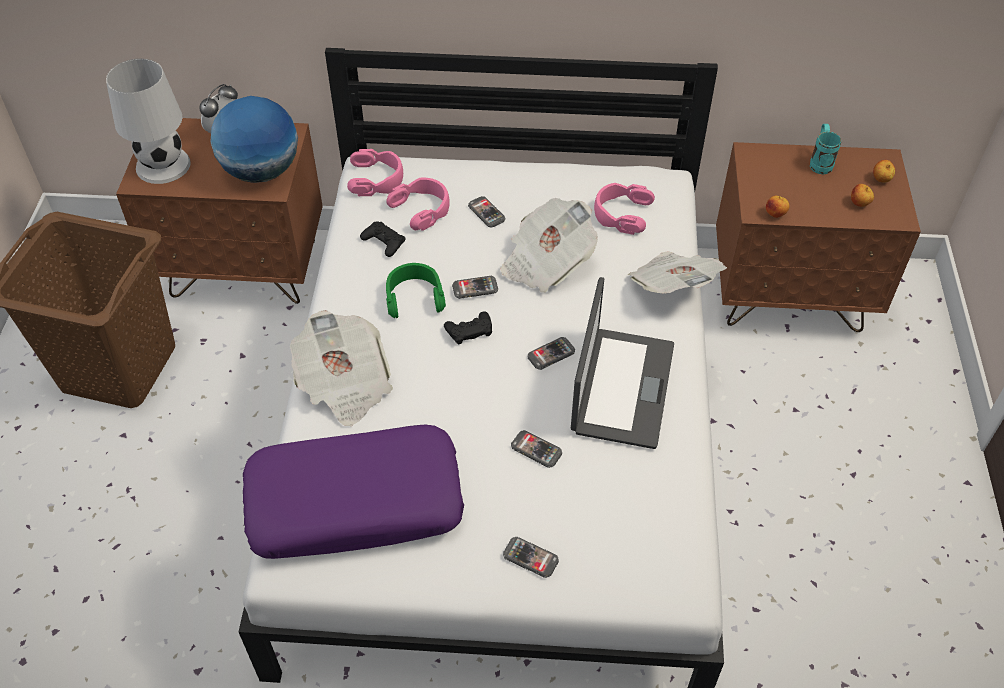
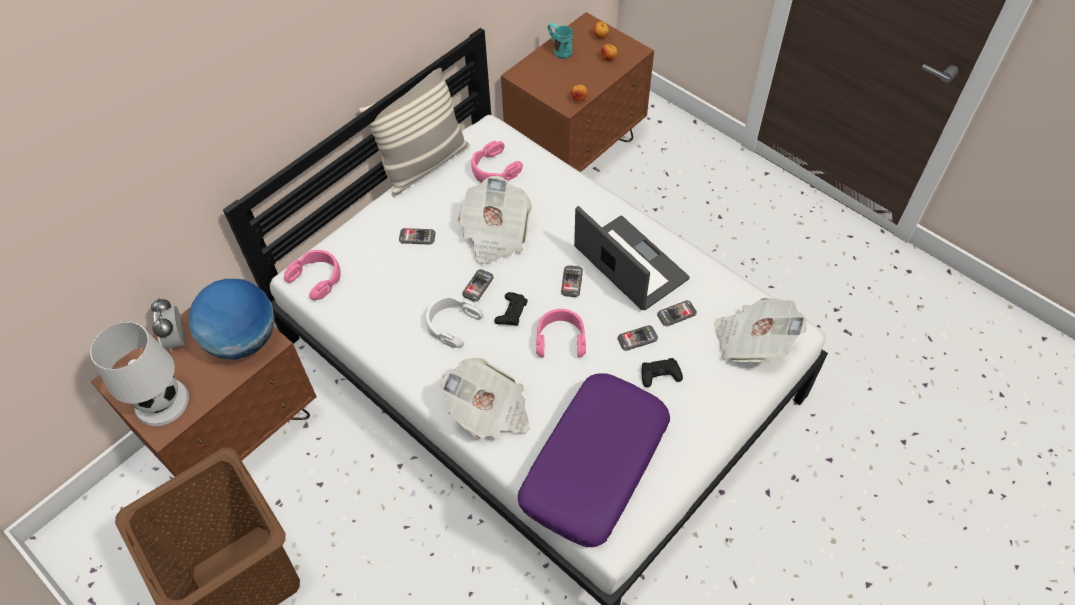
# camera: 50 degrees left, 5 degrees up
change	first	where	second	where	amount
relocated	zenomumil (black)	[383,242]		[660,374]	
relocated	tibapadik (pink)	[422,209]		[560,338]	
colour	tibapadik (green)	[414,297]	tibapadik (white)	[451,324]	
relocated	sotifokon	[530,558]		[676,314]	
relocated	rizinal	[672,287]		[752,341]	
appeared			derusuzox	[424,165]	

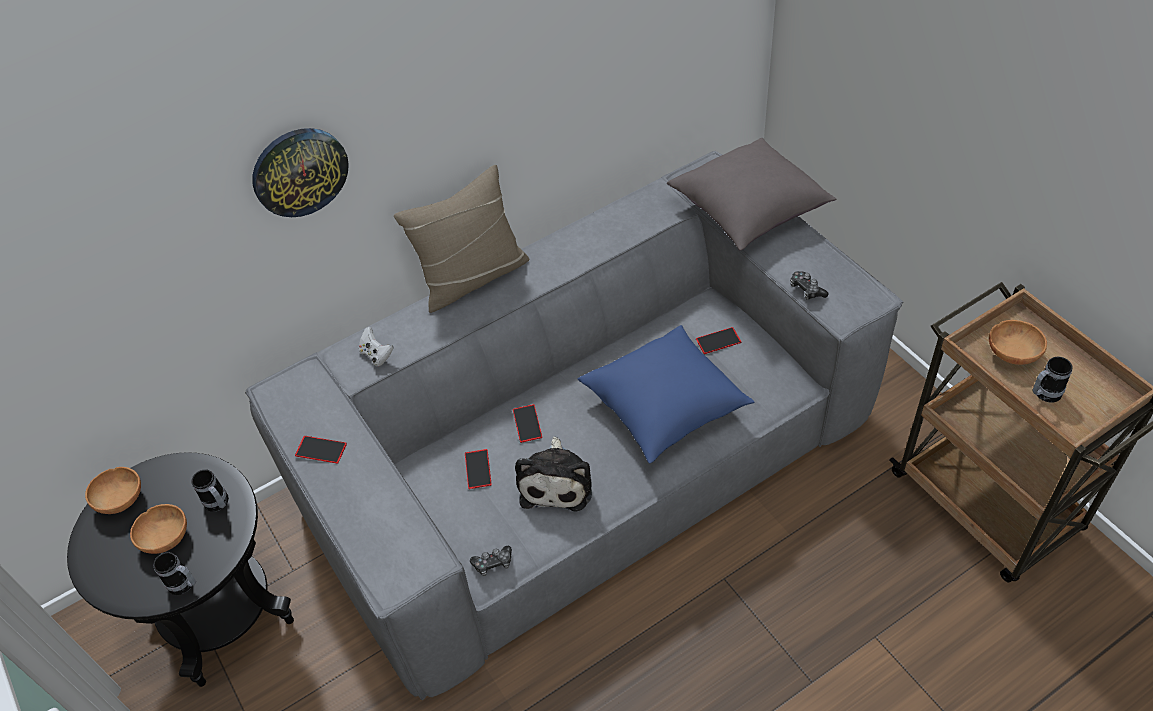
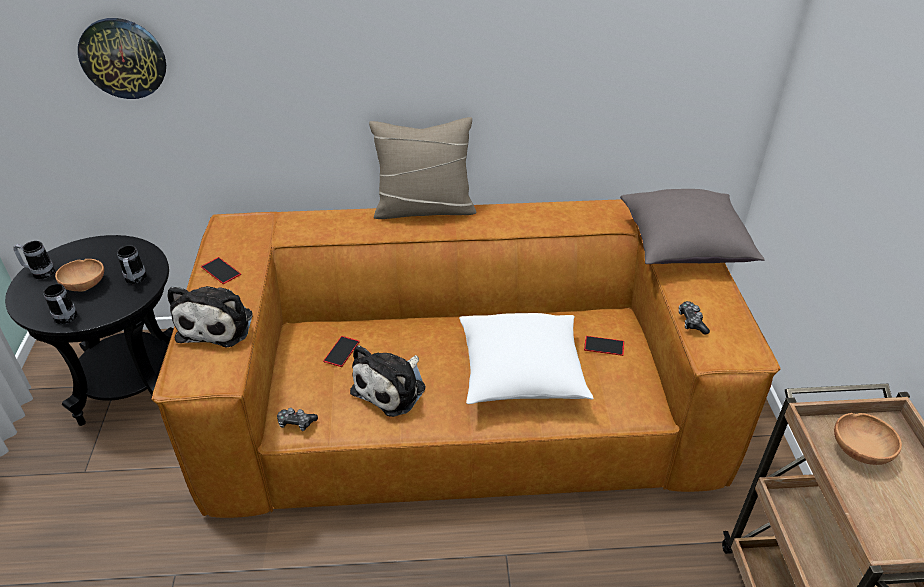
# camera: 25 degrees right, 10 degrees down
change	first	where	second	where	amount
missing	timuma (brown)	[122,499]			
colour	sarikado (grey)	[587,459]	sarikado (brown)	[462,407]	
relocated	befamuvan	[299,171]		[123,58]	
missing	zenomumil (white)	[376,355]			
missing	sotifokon	[527,423]			
colour	derusuzox (blue)	[665,407]	derusuzox (white)	[521,375]	
relocated	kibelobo	[1043,394]		[40,273]	
appeared			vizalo	[218,324]	

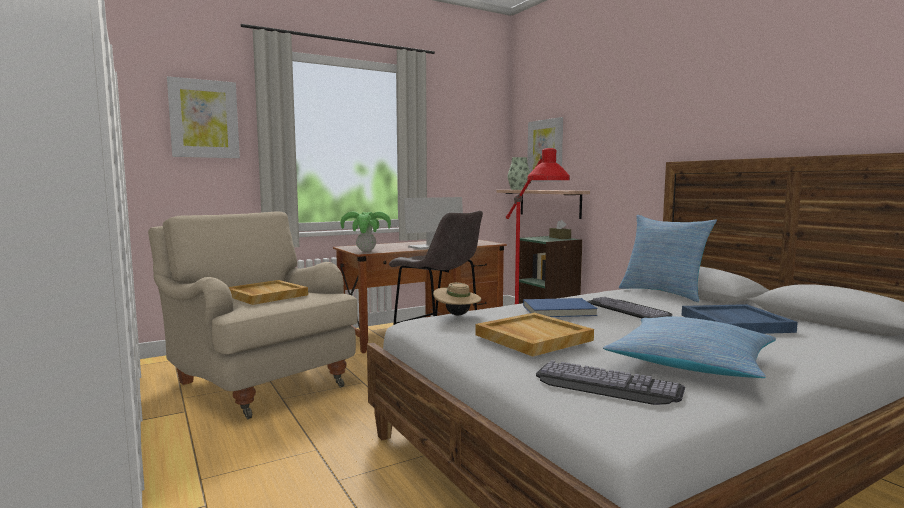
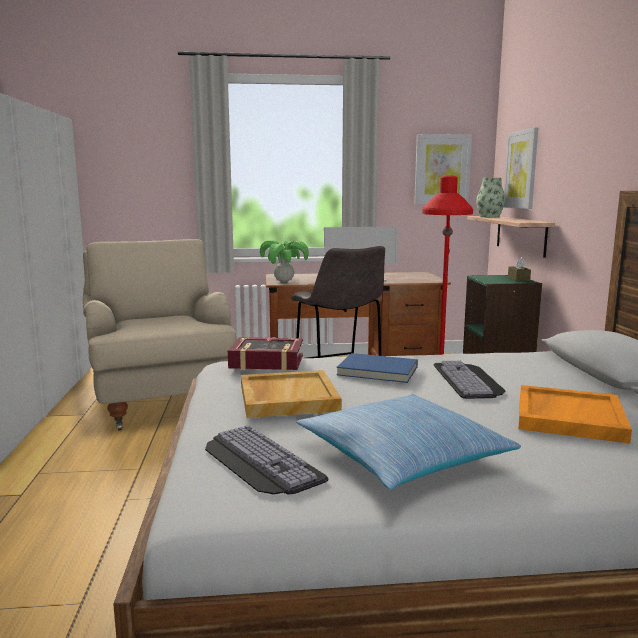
# camera: 25 degrees right, 5 degrees up
change	first	where	second	where	amount
relocated	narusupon	[204,119]		[442,169]	
missing	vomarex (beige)	[265,295]			
exchanged	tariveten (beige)	[457,315]	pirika	[266,362]	
missing	derusuzox	[663,293]			
colour	vomarex (blue)	[734,323]	vomarex (orange)	[568,417]	

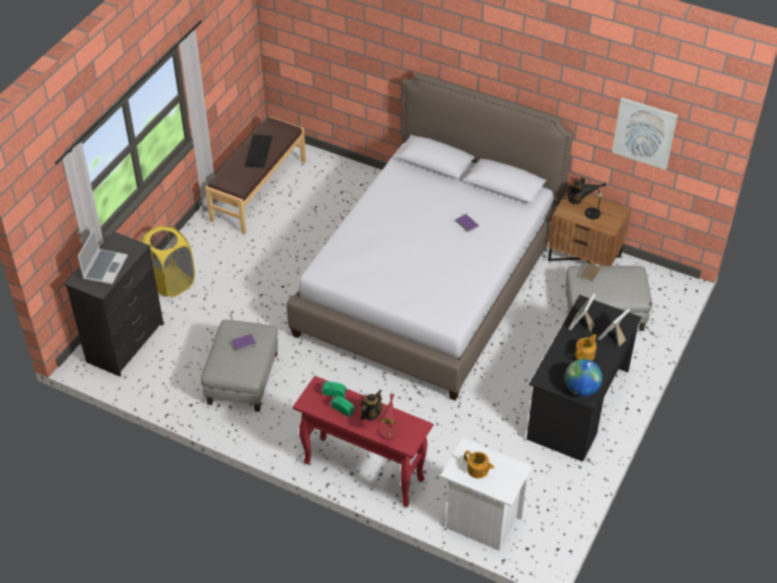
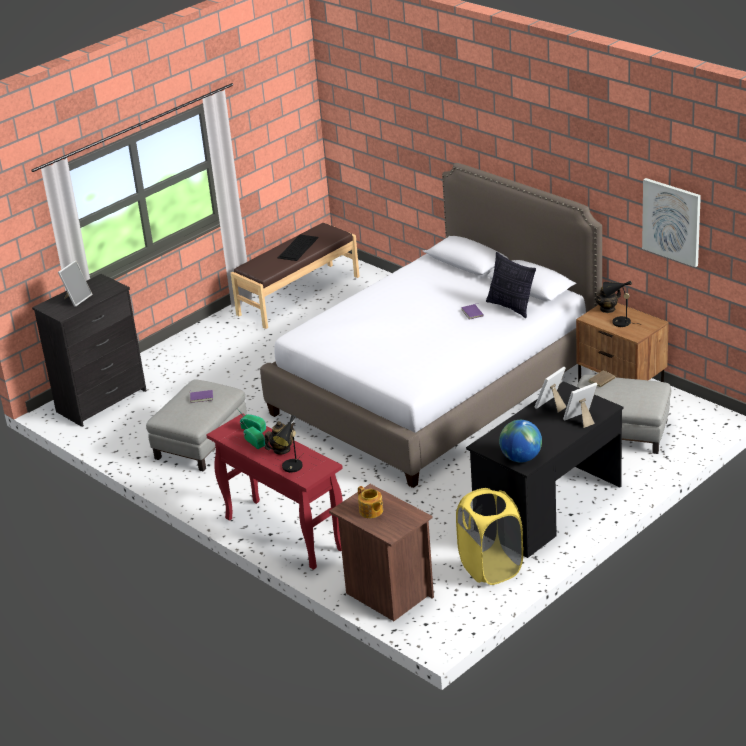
# camera: 20 degrees right, 15 degrees down
change	first	where	second	where	amount
exchanged	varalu	[105,267]	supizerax	[77,299]	
relocated	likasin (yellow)	[171,282]		[491,568]	
colour	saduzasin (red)	[389,434]	saduzasin (black)	[291,468]	
colour	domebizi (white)	[481,522]	domebizi (brown)	[386,594]	
missing	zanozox	[585,354]			
appeared			derusuzox	[511,307]	

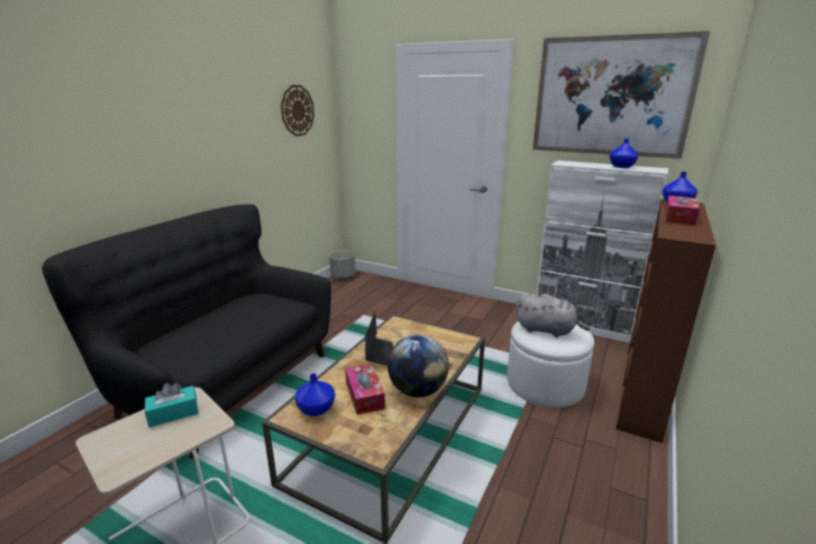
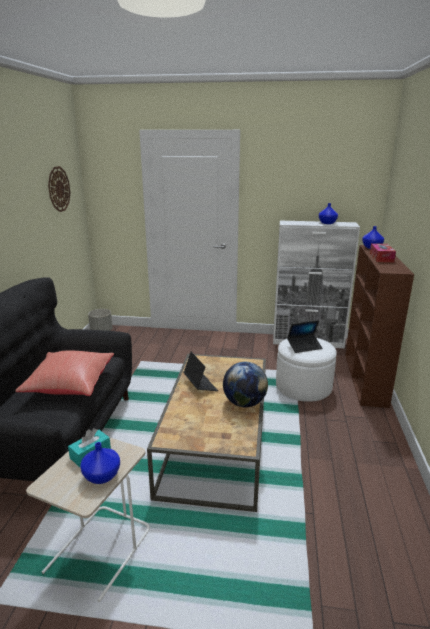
# camera: 20 degrees left, 0 degrees up
change	first	where	second	where	amount
relocated	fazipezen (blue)	[315,408]		[101,476]	
missing	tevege	[364,395]			
exchanged	vizalo (grey)	[547,330]	varalu	[304,346]	
missing	narusupon	[611,97]			
appeared			derusuzox (red)	[69,385]	

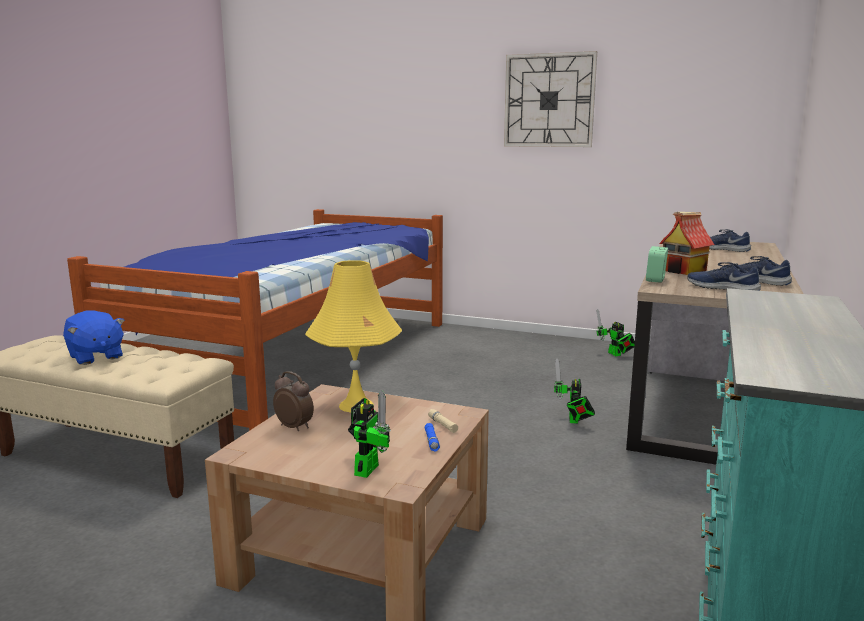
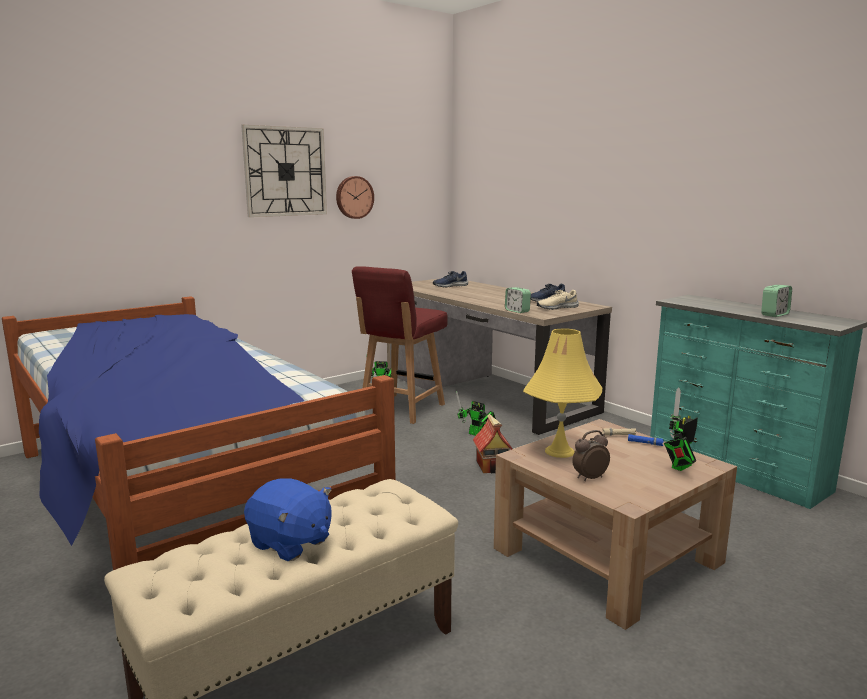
# camera: 60 degrees left, 0 degrees up
change	first	where	second	where	amount
spun	vizalo (blue)	[95,357]		[290,543]	45 degrees clockwise
spun	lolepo	[368,467]		[679,467]	90 degrees counterclockwise
relocated	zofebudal	[684,270]		[492,466]	
colour	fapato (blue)	[722,288]	fapato (beige)	[556,307]	
appeared			befamuvan	[354,197]	
appeared			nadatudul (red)	[401,409]	
appeared			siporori	[774,314]	

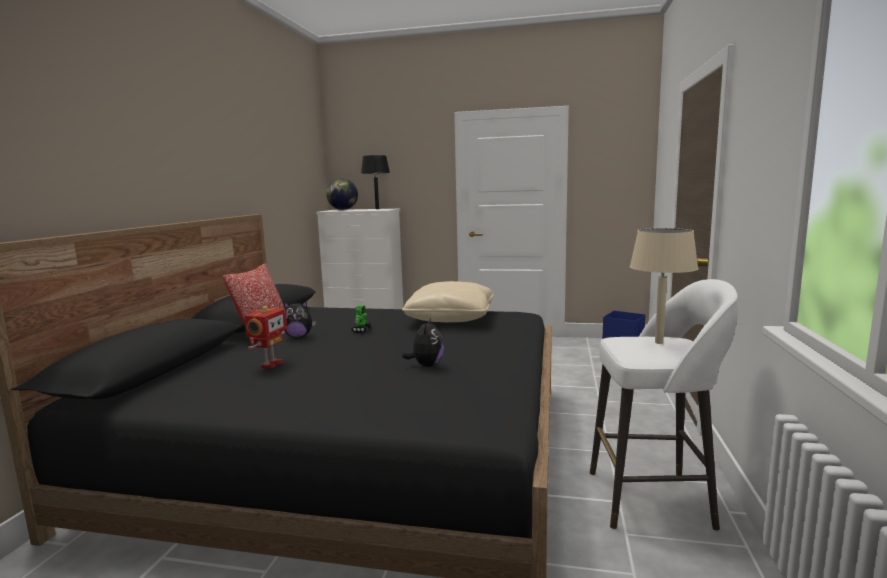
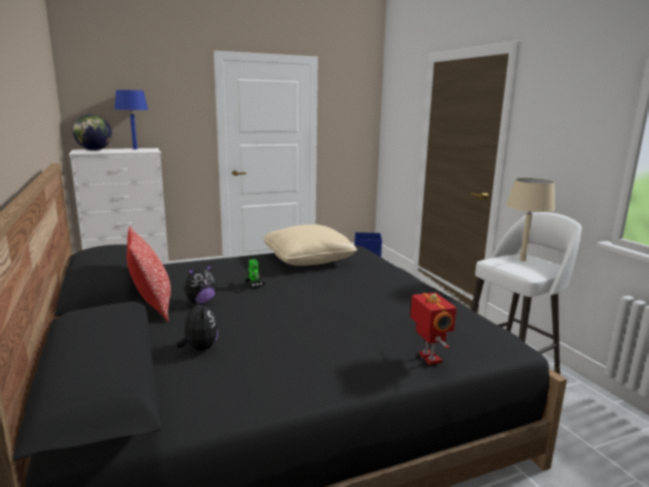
# camera: 35 degrees left, 5 degrees up
change	first	where	second	where	amount
relocated	lolepo	[270,364]		[428,358]	
colour	saduzasin (black)	[377,209]	saduzasin (blue)	[135,149]	
relocated	vizalo	[426,365]		[199,348]	

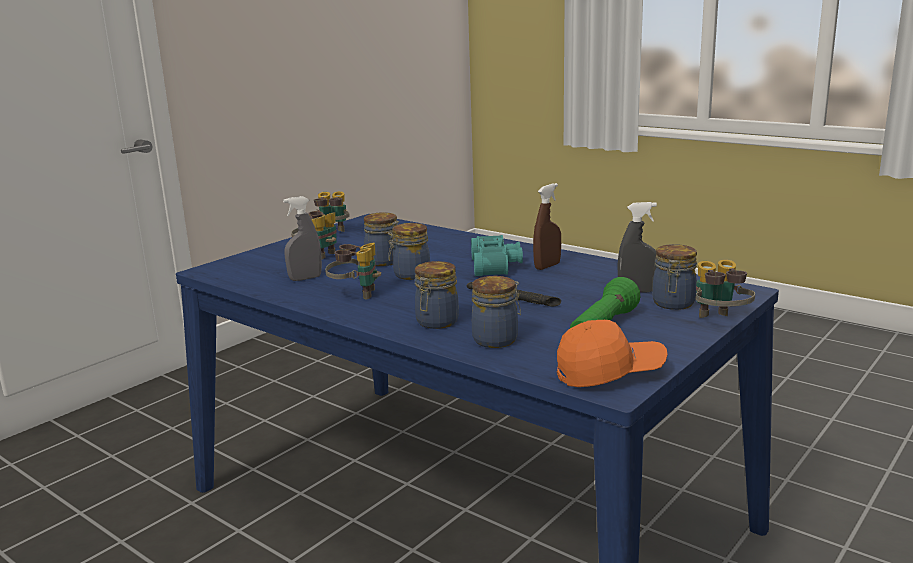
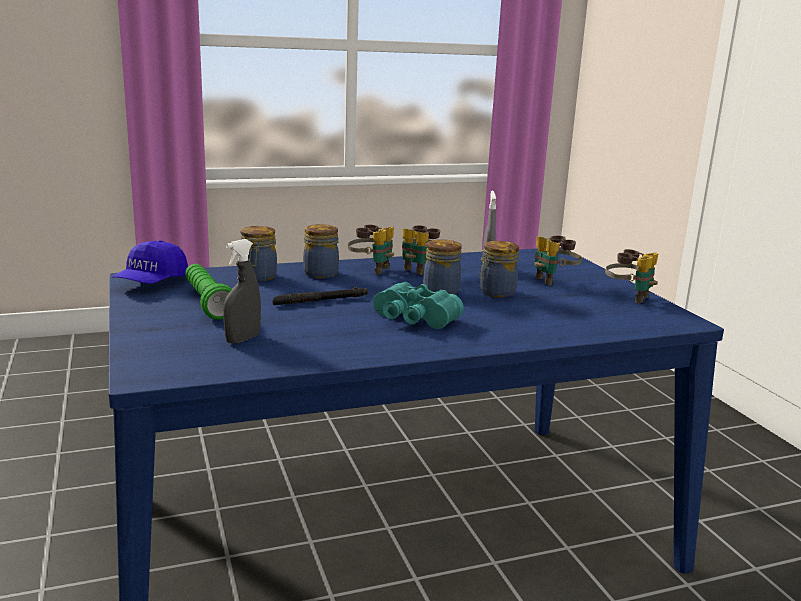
# camera: 120 degrees right, 0 degrees up
change	first	where	second	where	amount
missing	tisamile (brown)	[547,266]			
colour	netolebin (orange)	[609,373]	netolebin (blue)	[152,283]	
missing	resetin	[673,304]			
relocated	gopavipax	[719,322]		[371,269]	

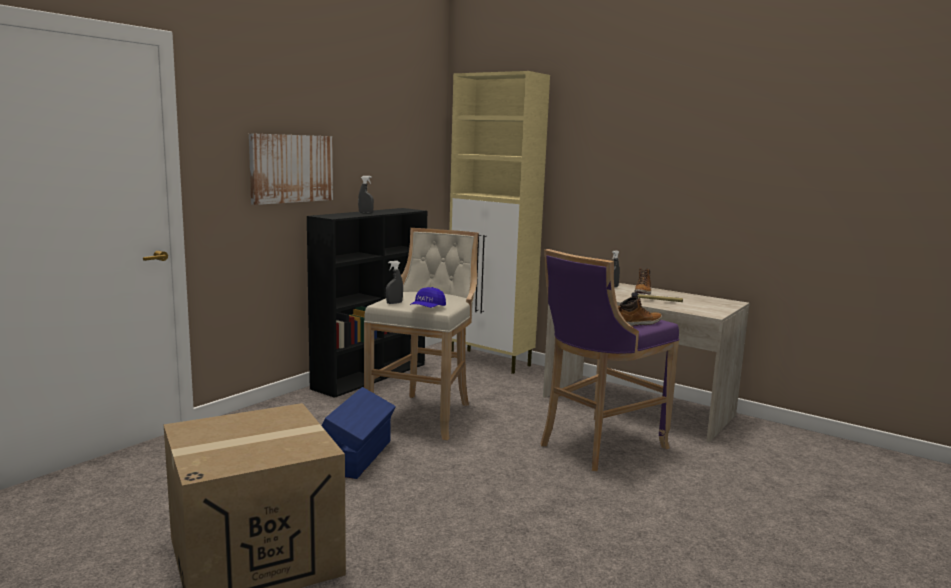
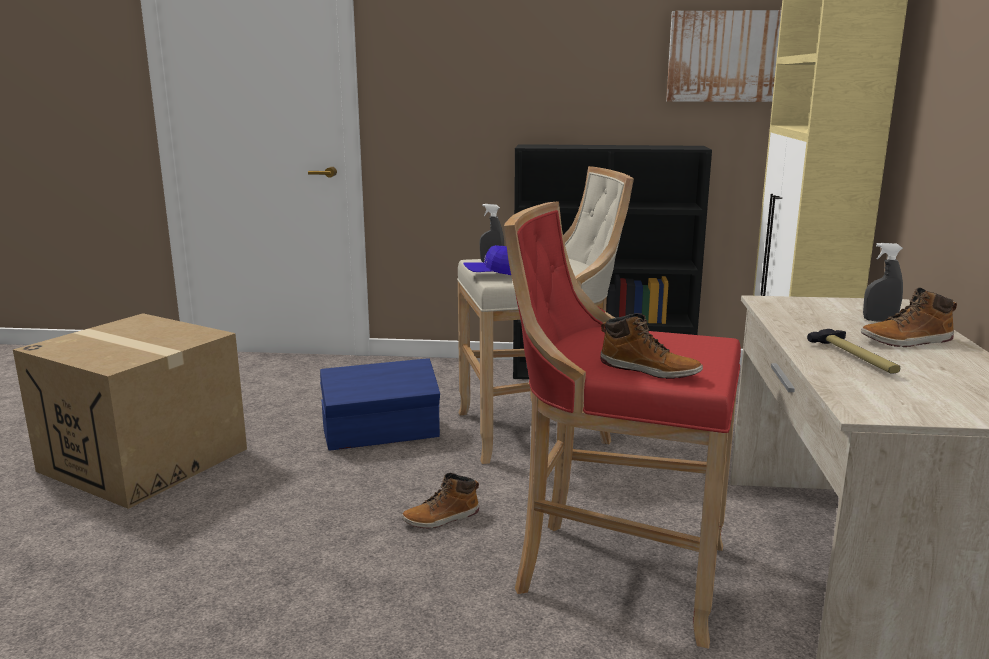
# camera: 60 degrees right, 5 degrees up
change	first	where	second	where	amount
relocated	narusupon	[291,168]		[734,56]	
missing	tisamile (grey)	[365,213]			
colour	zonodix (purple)	[597,446]	zonodix (red)	[614,572]	
appeared			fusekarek	[442,518]	

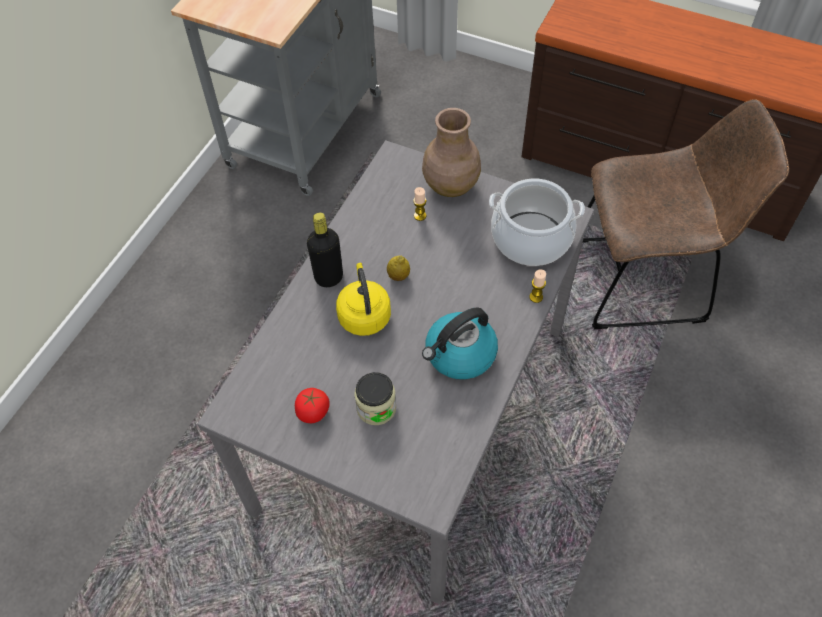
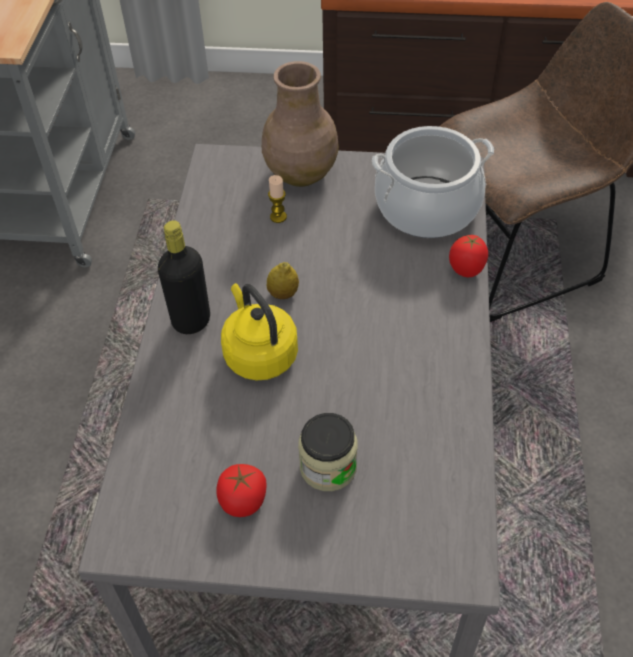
# camera: 20 degrees left, 5 degrees down
change	first	where	second	where	amount
missing	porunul	[459,355]			
exchanged	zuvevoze	[536,297]	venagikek	[466,271]	

